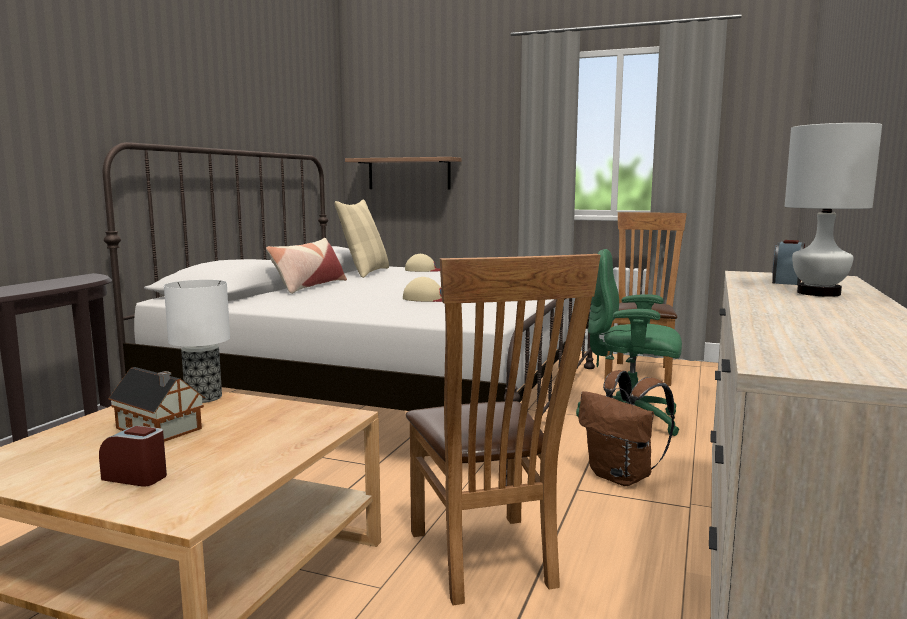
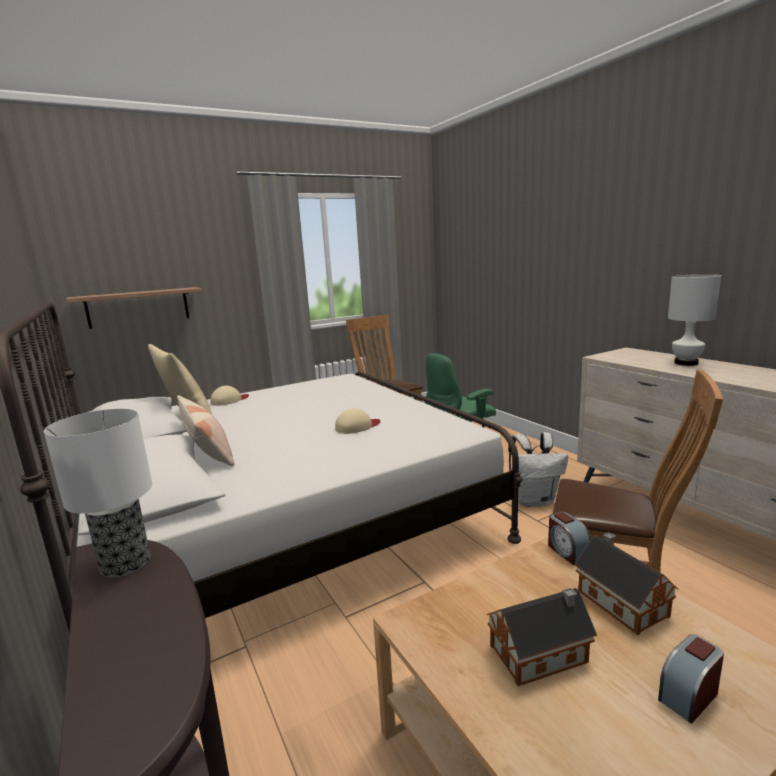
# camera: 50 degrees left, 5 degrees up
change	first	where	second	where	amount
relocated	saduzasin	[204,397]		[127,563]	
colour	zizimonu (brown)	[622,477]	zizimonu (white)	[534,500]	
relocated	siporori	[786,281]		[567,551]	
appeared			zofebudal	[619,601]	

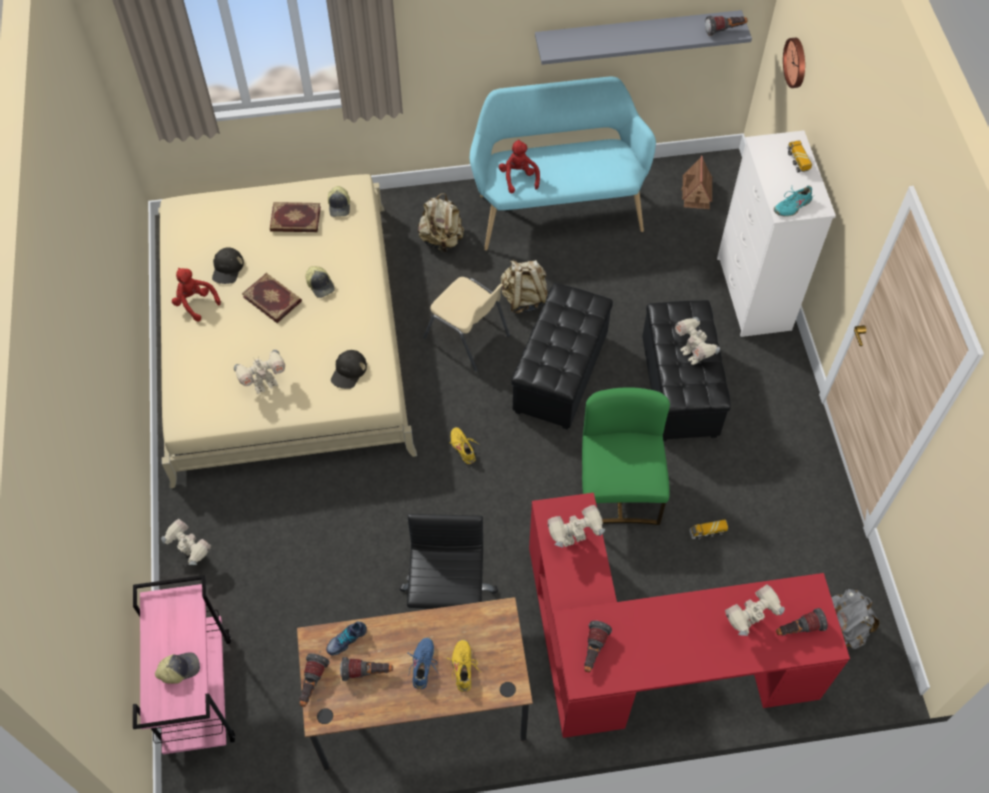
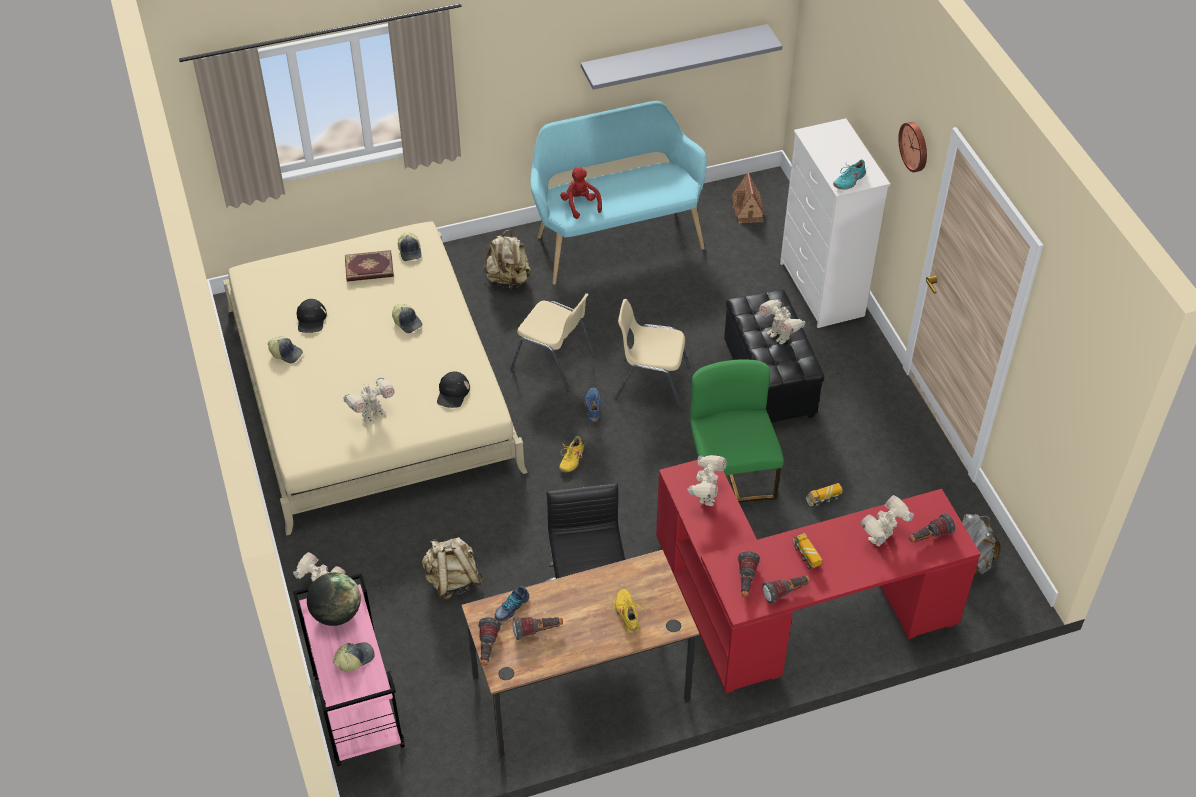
# camera: 10 degrees left, 10 degrees down
change	first	where	second	where	amount
exchanged	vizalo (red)	[195,302]	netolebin	[286,353]	
missing	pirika	[273,298]			
relocated	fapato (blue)	[423,665]		[593,407]	
spun	fapato (yellow)	[463,447]		[571,459]	120 degrees counterclockwise
relocated	zizimonu (beige)	[524,298]		[452,581]	
exchanged	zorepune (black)	[559,374]	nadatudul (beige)	[651,383]	
spun	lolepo	[574,540]		[706,496]	135 degrees clockwise
relocated	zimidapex	[725,30]		[786,592]	
relocated	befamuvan	[796,62]		[915,146]	
relocated	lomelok	[797,161]		[806,555]	
appeared			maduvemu	[336,614]	

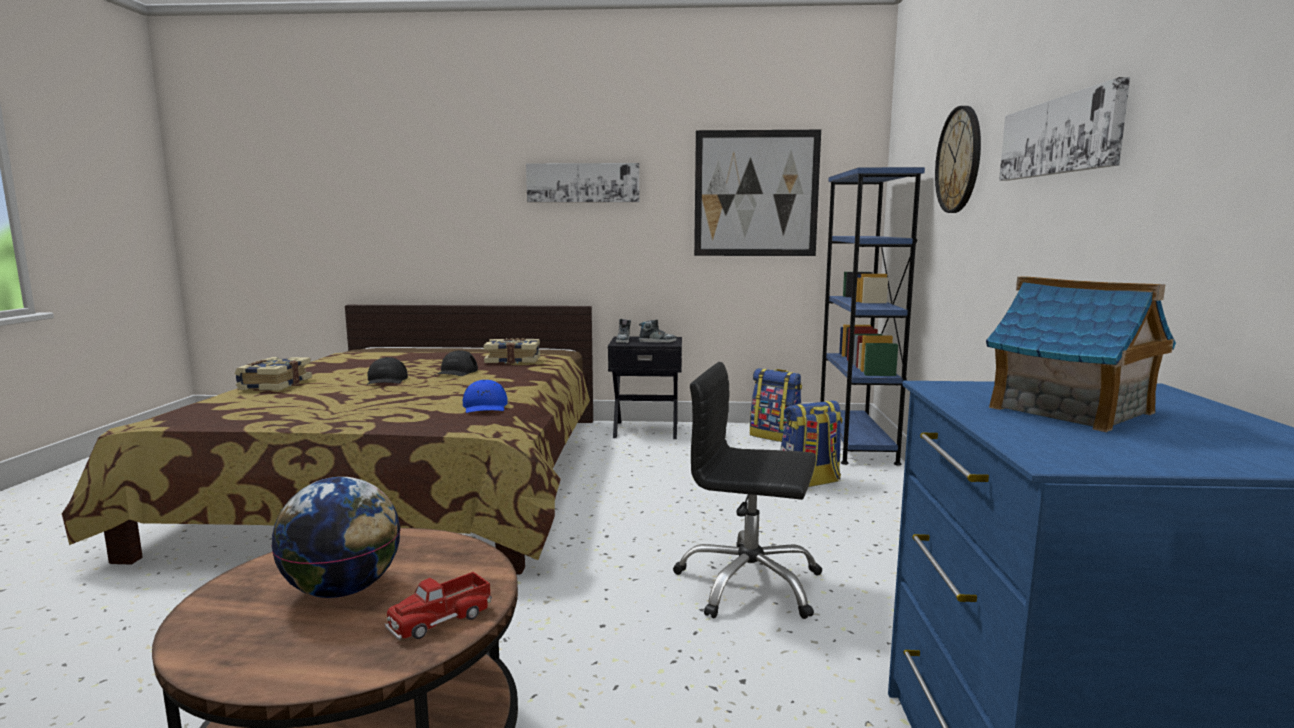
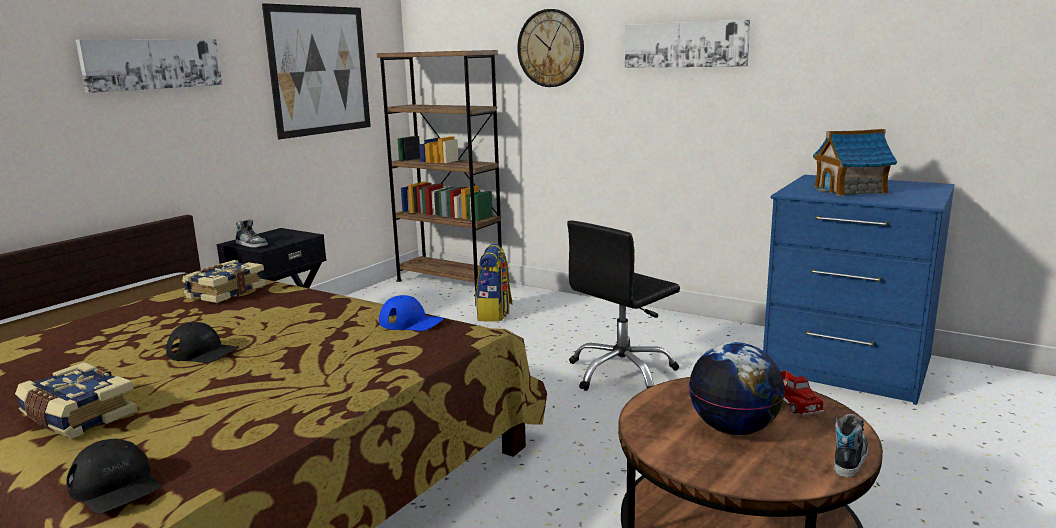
# camera: 60 degrees left, 5 degrees up
change	first	where	second	where	amount
relocated	netolebin (black)	[456,372]		[116,486]	
relocated	fapato	[657,341]		[849,457]	
missing	zizimonu	[775,436]			
colour	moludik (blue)	[856,444]	moludik (brown)	[449,282]	

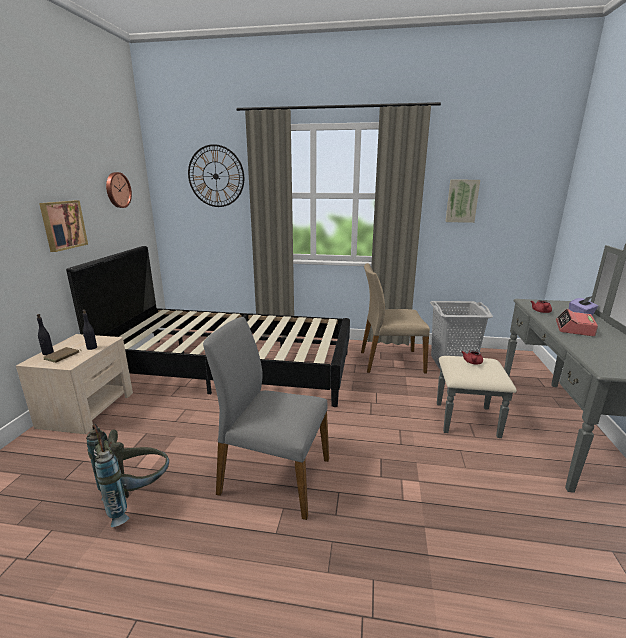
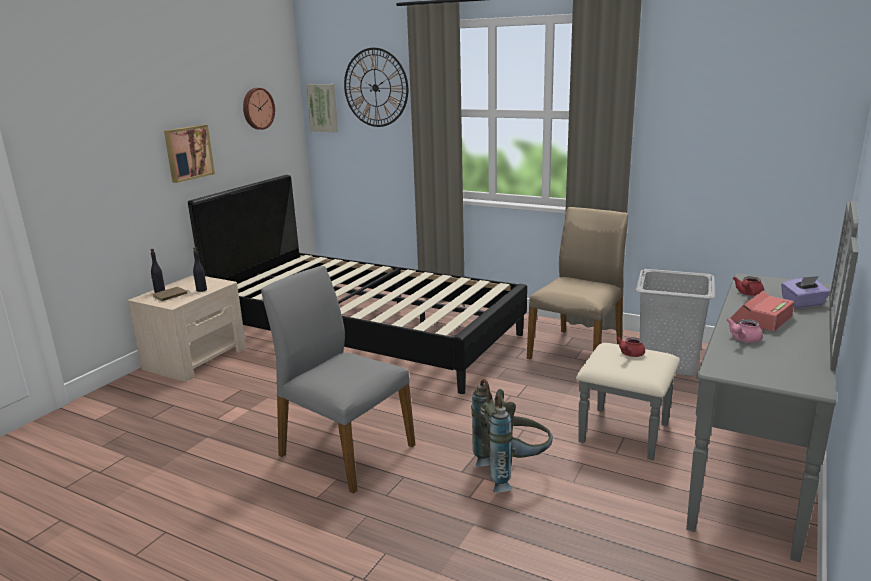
# camera: 20 degrees right, 0 degrees up
change	first	where	second	where	amount
relocated	zizimonu (grey)	[136,498]		[512,472]	
spun	nadatudul (beige)	[390,361]		[577,350]	105 degrees clockwise
relocated	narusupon	[462,201]		[323,107]	
appeared			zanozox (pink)	[743,339]	

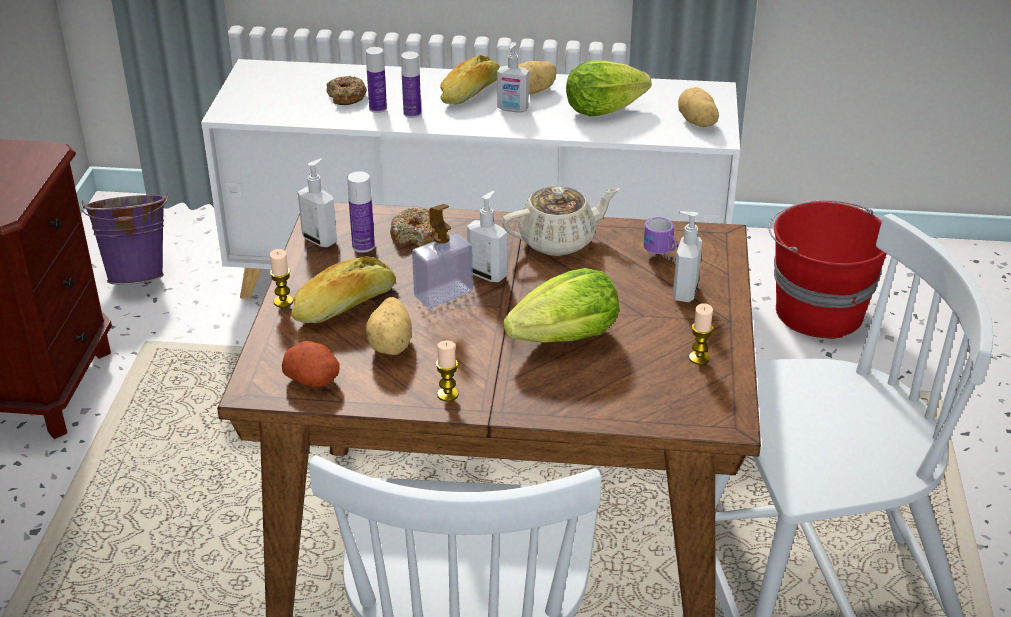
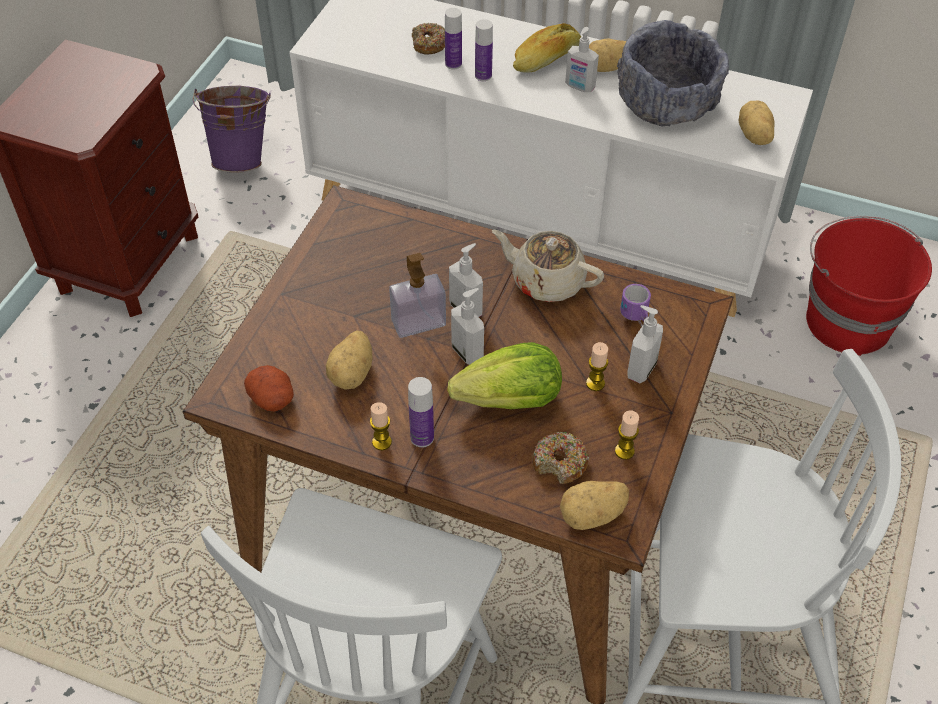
# camera: 15 degrees right, 15 degrees up
change	first	where	second	where	amount
relocated	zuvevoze	[283,301]		[595,383]	
missing	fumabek	[345,305]			
relocated	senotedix	[320,240]		[468,352]	
relocated	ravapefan	[363,246]		[422,437]	
relocated	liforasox	[416,235]		[560,463]	
spun	zanozox (beige)	[559,241]		[546,281]	150 degrees counterclockwise
exchanged	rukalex	[602,110]	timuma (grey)	[666,103]	
appeared			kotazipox	[592,516]	

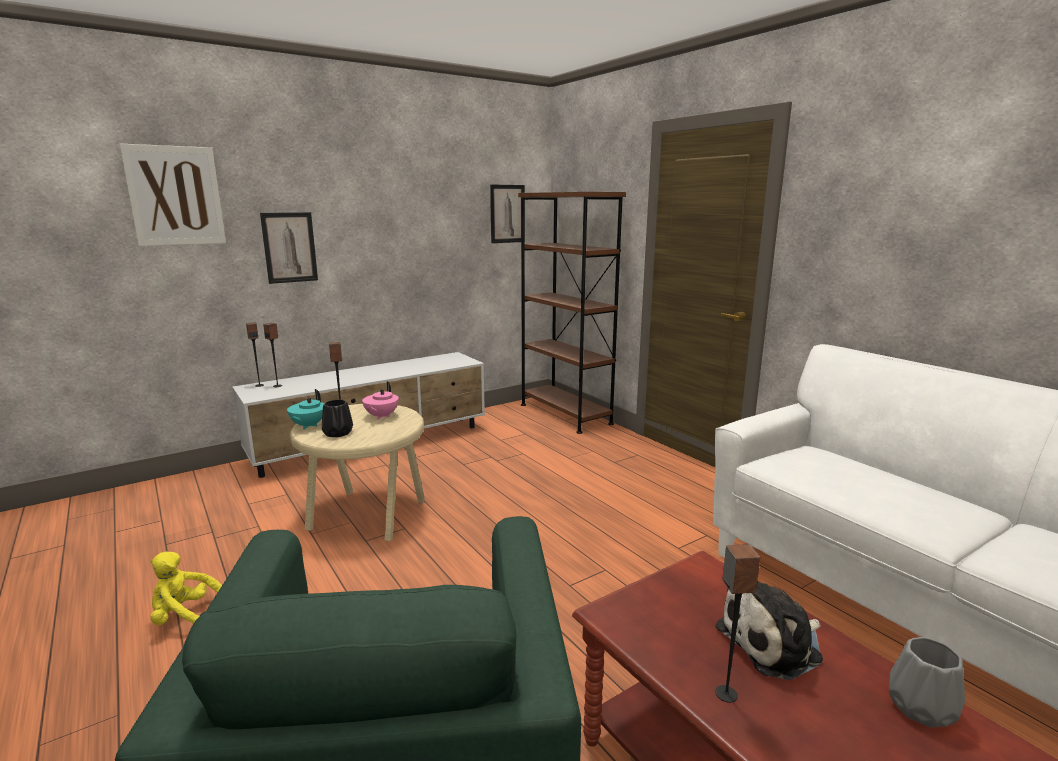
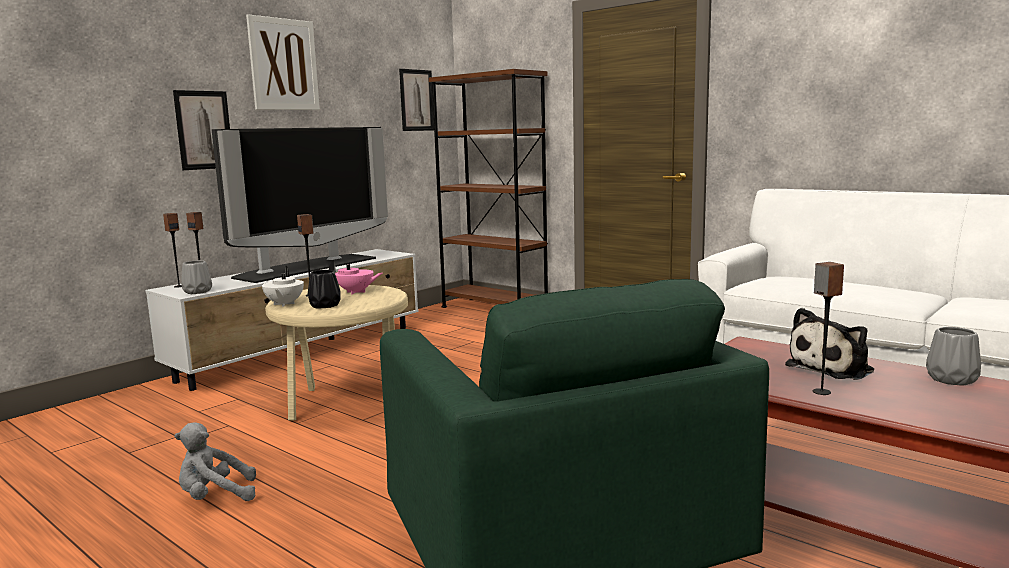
# camera: 15 degrees left, 5 degrees down
change	first	where	second	where	amount
relocated	narusupon	[175,196]		[283,64]	
colour	vizalo (yellow)	[187,617]	vizalo (grey)	[215,497]	
colour	zanozox (turquoise)	[308,426]	zanozox (white)	[284,304]	
spun	zanozox (pink)	[381,416]		[356,292]	75 degrees counterclockwise
appeared			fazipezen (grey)	[198,292]	
appeared			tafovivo	[306,267]	

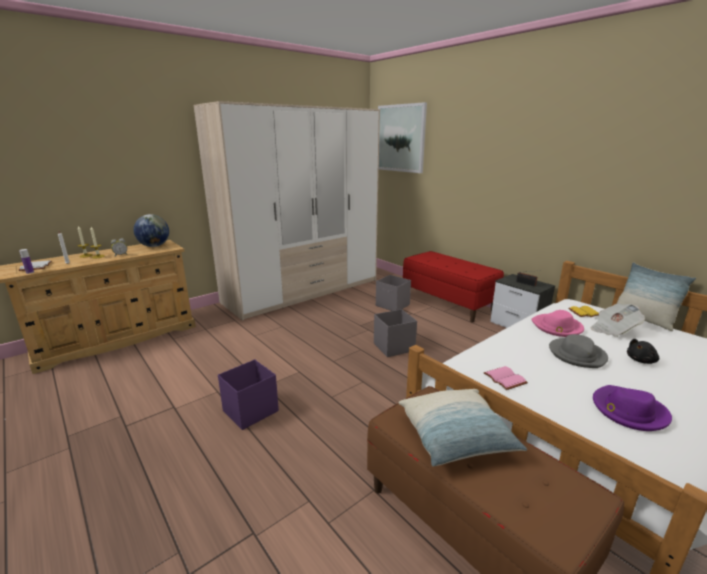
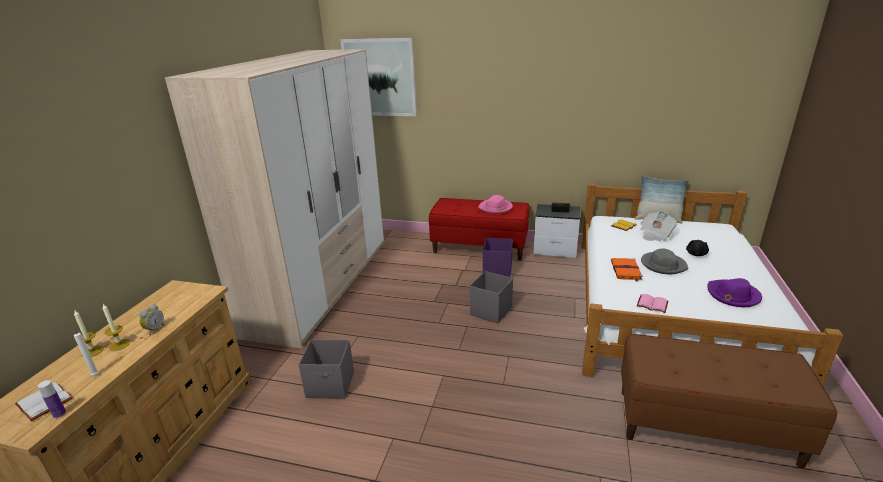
# camera: 35 degrees left, 5 degrees up
change	first	where	second	where	amount
missing	maduvemu	[154,246]			
relocated	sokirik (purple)	[250,411]		[497,271]	
relocated	sokirik (grey)	[392,305]		[331,385]	
missing	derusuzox	[456,438]			
relocated	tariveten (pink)	[557,327]		[495,208]	
appeared			pirika (orange)	[626,271]	

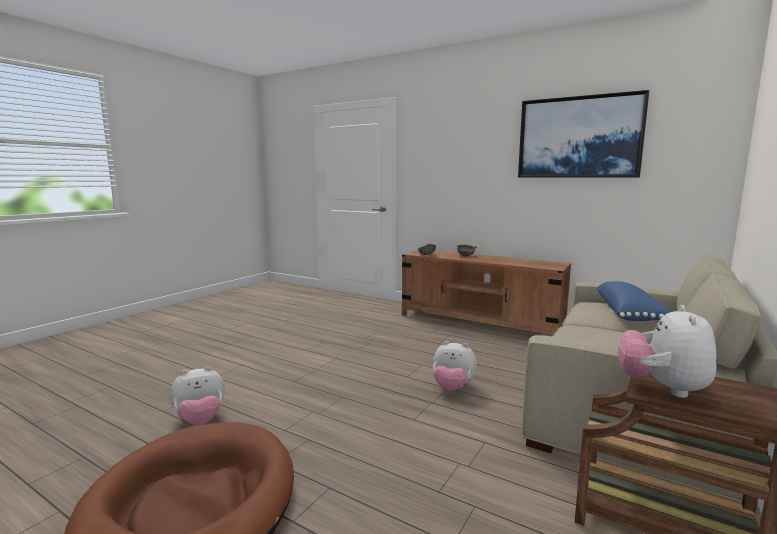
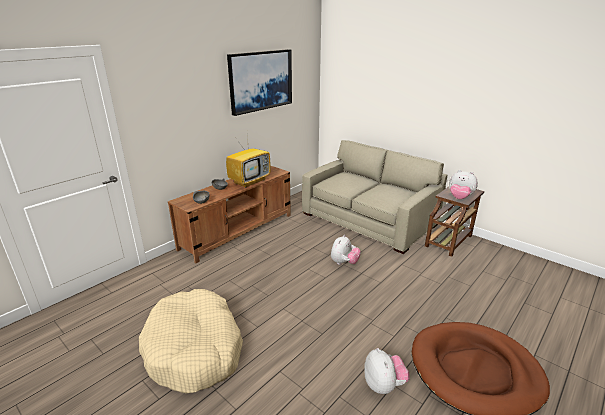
# camera: 80 degrees left, 15 degrees up
change	first	where	second	where	amount
missing	derusuzox (blue)	[629,314]			
appeared			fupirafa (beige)	[195,349]	
appeared			tafovivo	[250,181]	

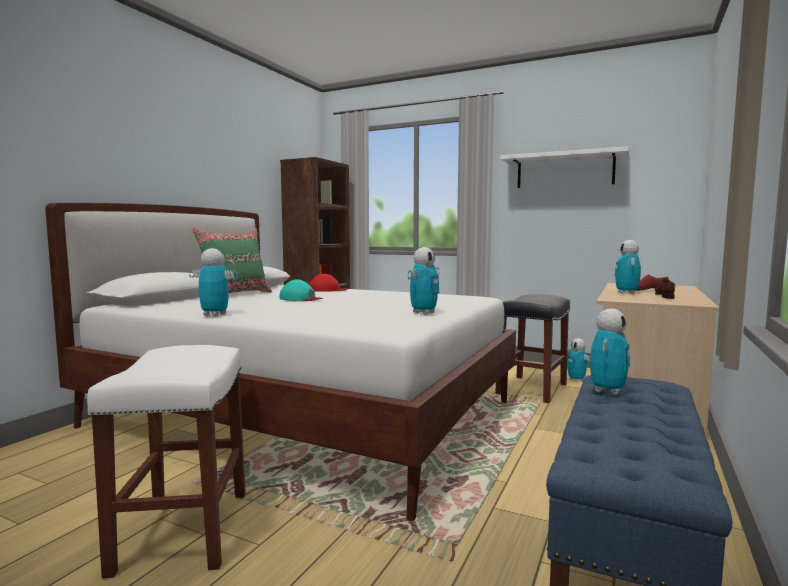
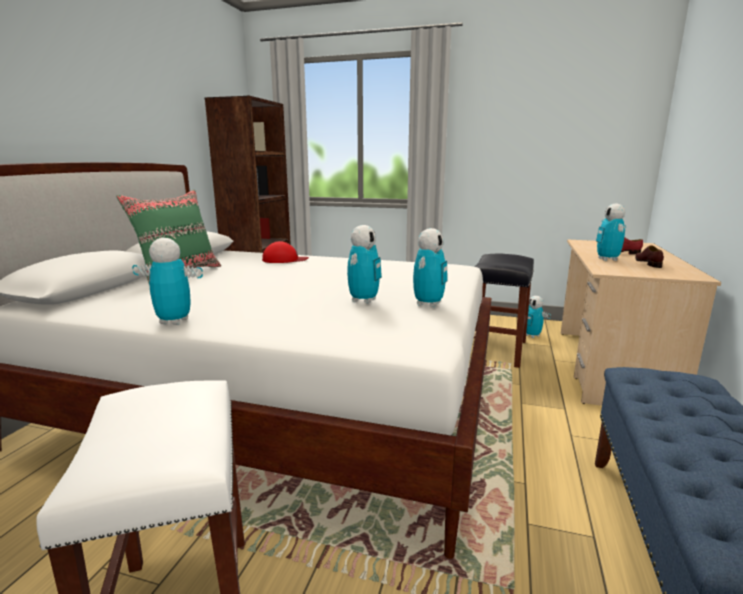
# camera: 10 degrees left, 10 degrees up
change	first	where	second	where	amount
missing	netolebin (turquoise)	[300,299]			
missing	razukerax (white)	[564,171]			
relocated	lolepo	[607,391]		[363,300]	

